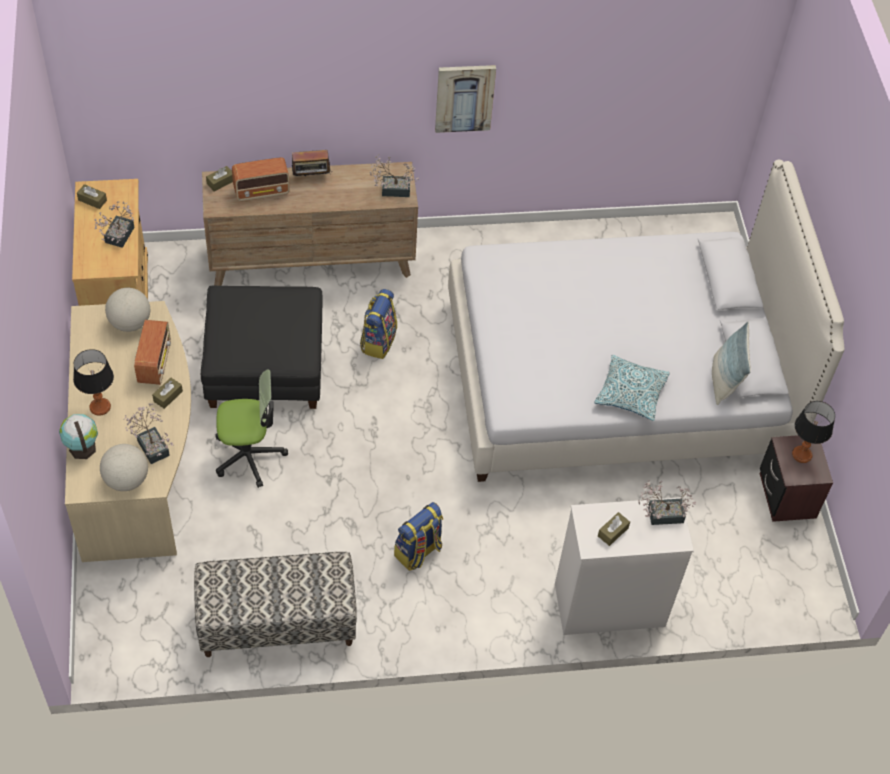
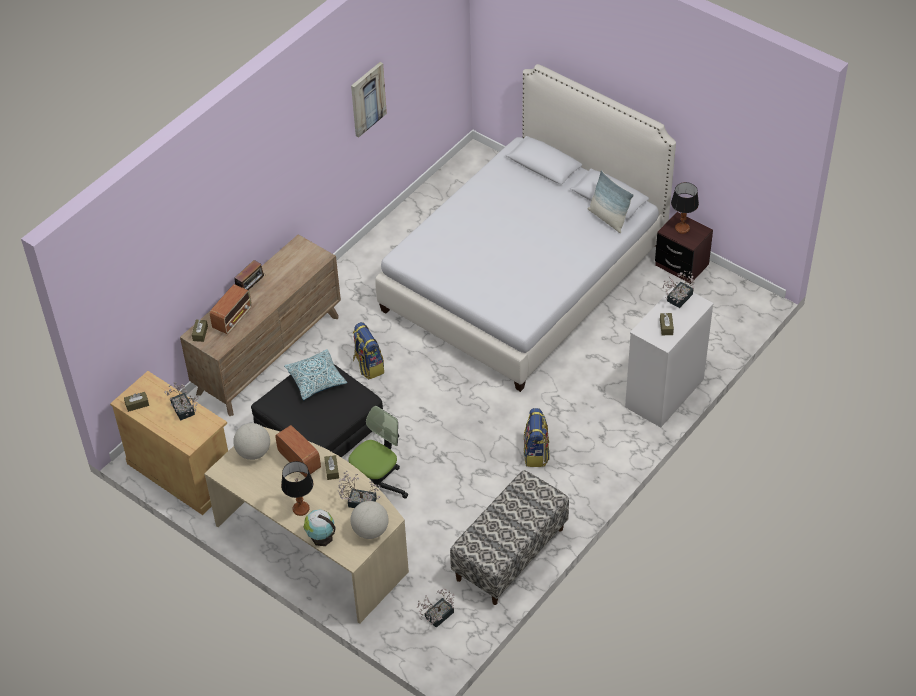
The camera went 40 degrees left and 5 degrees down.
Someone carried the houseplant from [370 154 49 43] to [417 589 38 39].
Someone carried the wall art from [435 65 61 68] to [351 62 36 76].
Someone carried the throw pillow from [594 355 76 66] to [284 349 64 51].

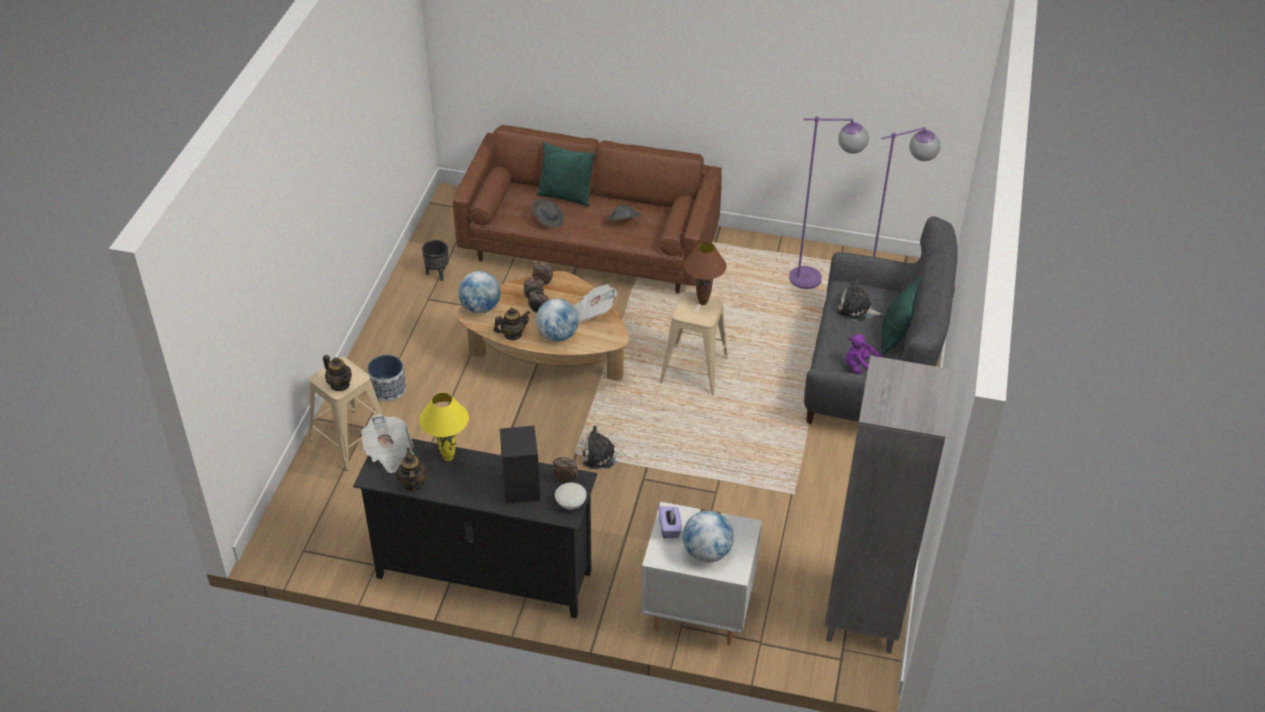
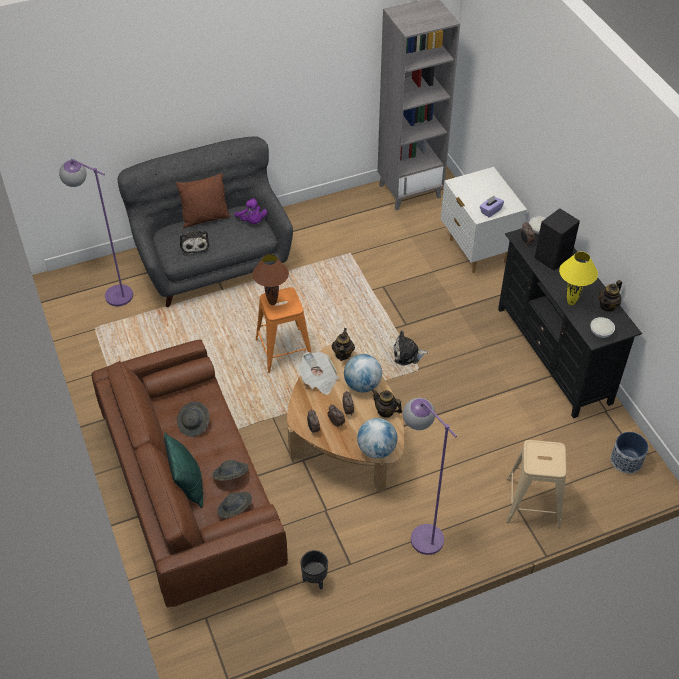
The camera went 125 degrees left and 5 degrees up.
Someone carried the pot for tea from [323 355 29 36] to [332 328 23 33].
Someone swapped the daily paper at [361 414 54 59] for the bowl/whitish at [590 317 25 21].
Someone carried the flower pot from [367 355 39 46] to [611 432 38 42].
Someone rotated the cuddly toy at [583 425 44 44] by 120 degrees clockwise.
Someone repainted the stool seat/beige at [660 292 68 103], which became the stool seat/orange-coloured at [256 287 56 86].
Someone took away the globe at [682 511 52 51].
Someone carried the standard lamp/purple-coloured from [789 116 80 173] to [403 398 54 157].
Someone repainted the throw pillow/green-coloured at [881 276 40 79], which became the throw pillow/brownish at [176 173 55 55].
Someone put down the clothing hat/grey at [217 492 35 26].

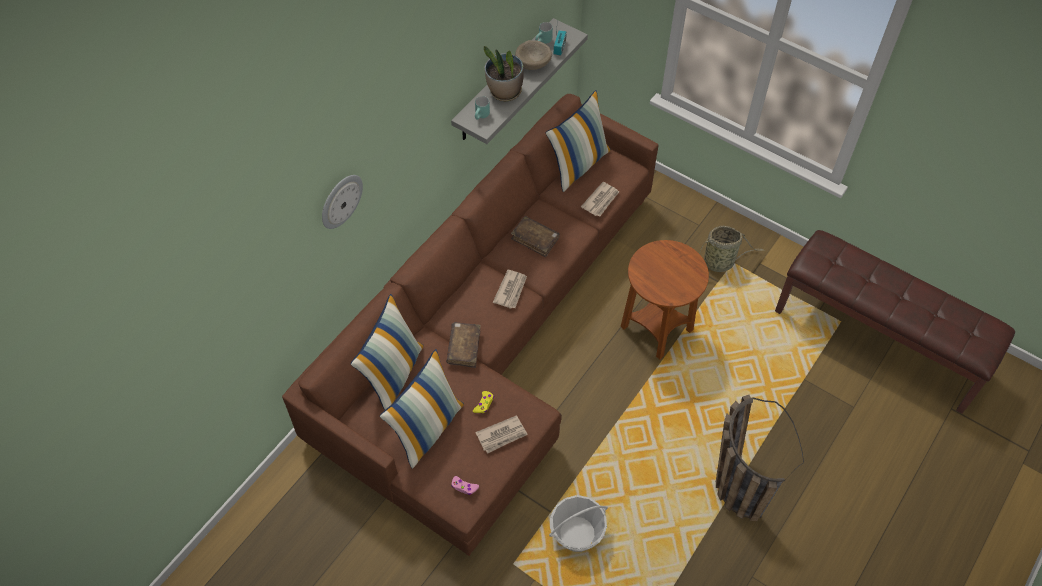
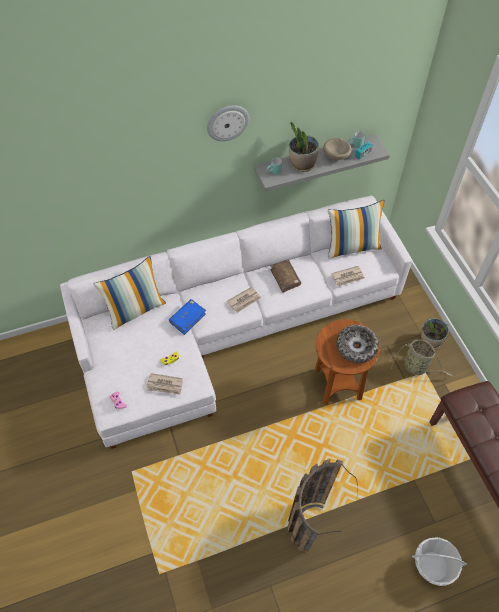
The camera went 35 degrees right and 0 degrees up.
Someone repainted the settee/brownish at [282 94 377 462], which became the settee/whitish at [60 196 352 253].
Someone carried the clock on the wall from [322 175 41 54] to [207 105 42 36].
Someone took away the throw pillow at [380 349 84 120].
Someone repainted the book/brownish at [446 322 35 46], which became the book/blue-coloured at [169 299 37 36].
Someone carried the household basket from [549 495 59 57] to [412 537 55 49].
Someone put down the bowl at [336 325 43 38].
Someone put down the houseplant at [421 318 28 31].

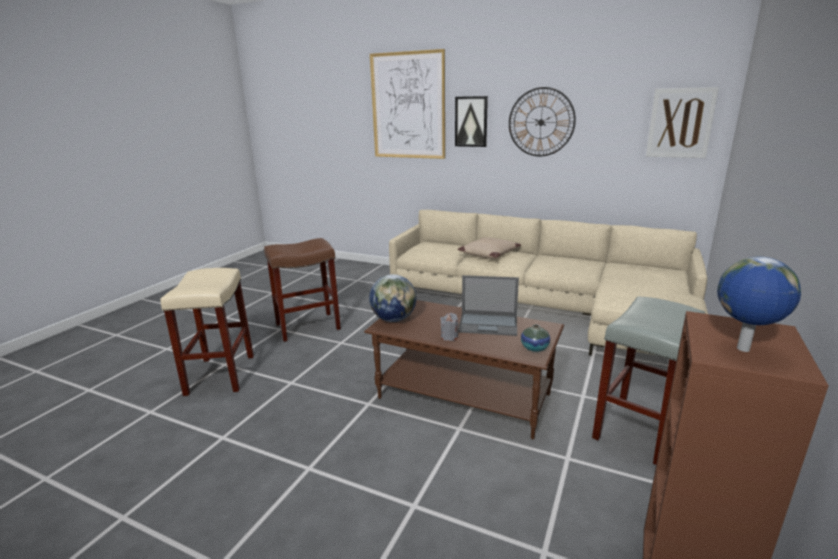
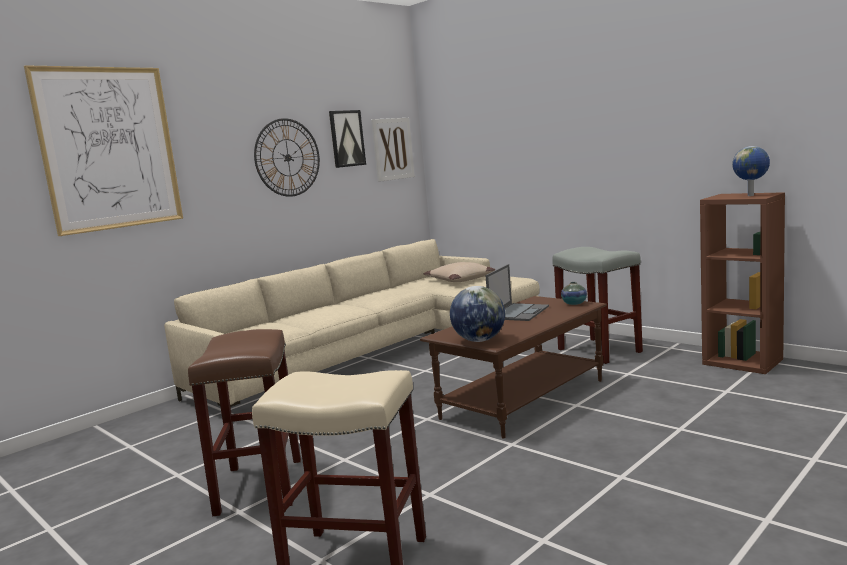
The camera went 70 degrees left and 10 degrees down.
Someone took away the wax light/grey at [440 313 18 28].
Someone carried the wall art from [455 96 33 51] to [329 110 37 58].
Someone carried the throw pillow/beige from [458 238 63 21] to [424 262 71 20].

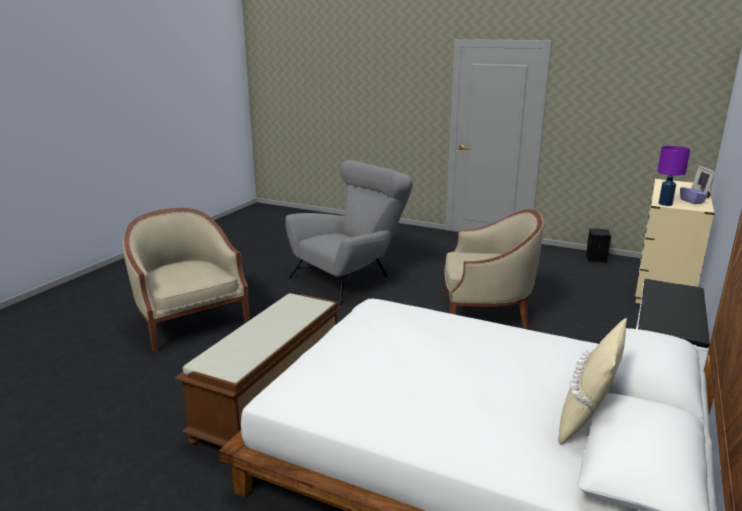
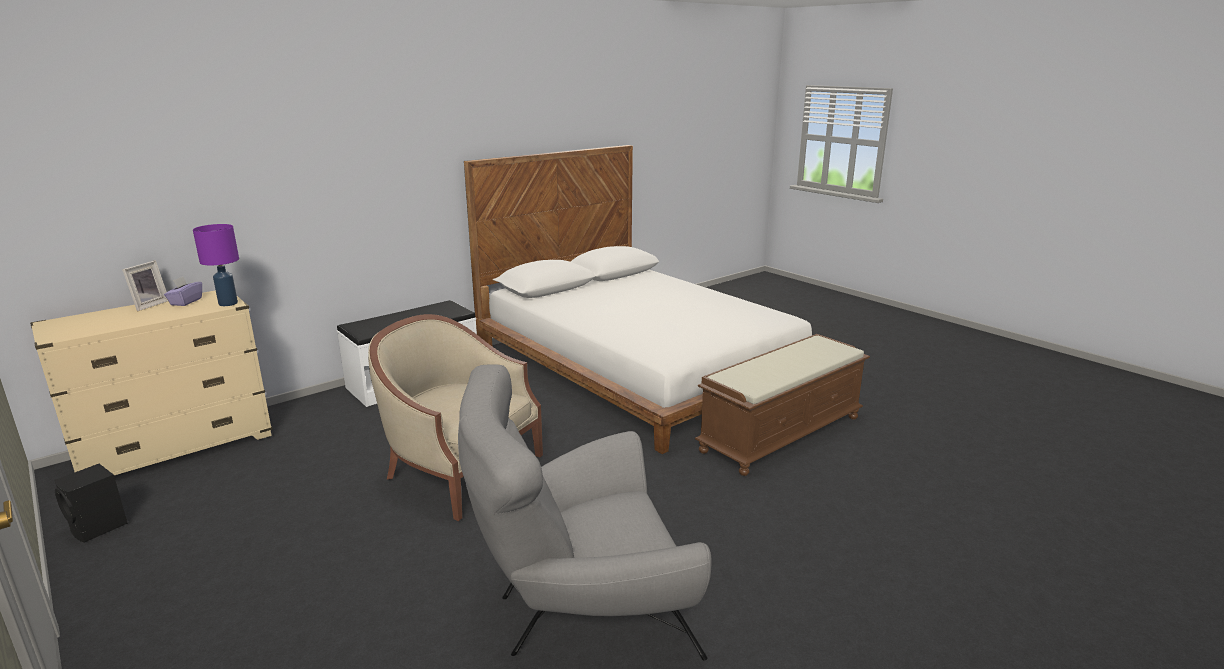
The camera went 155 degrees left and 0 degrees up.
Someone took away the armchair/beige at [123 208 127 145].
Someone took away the throw pillow/beige at [558 318 69 127].

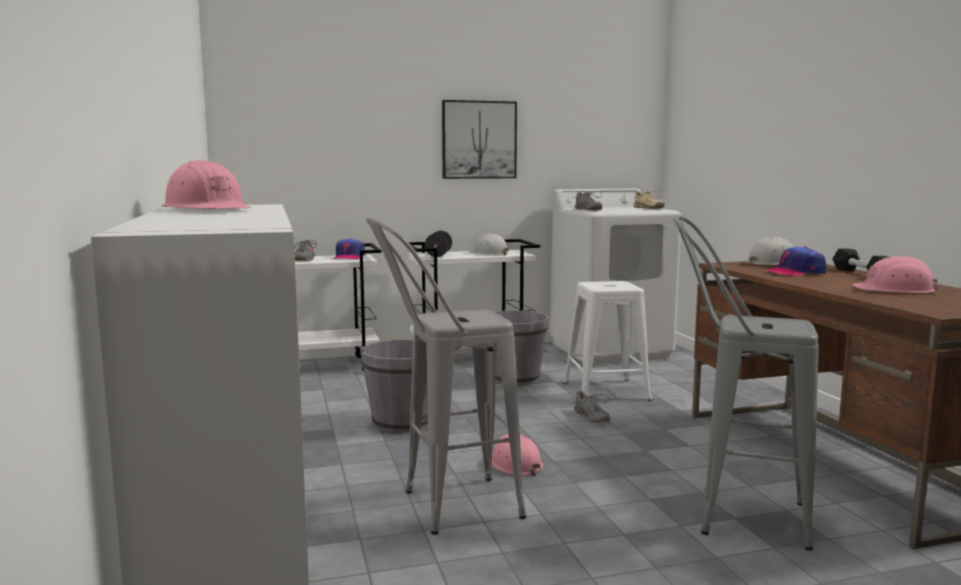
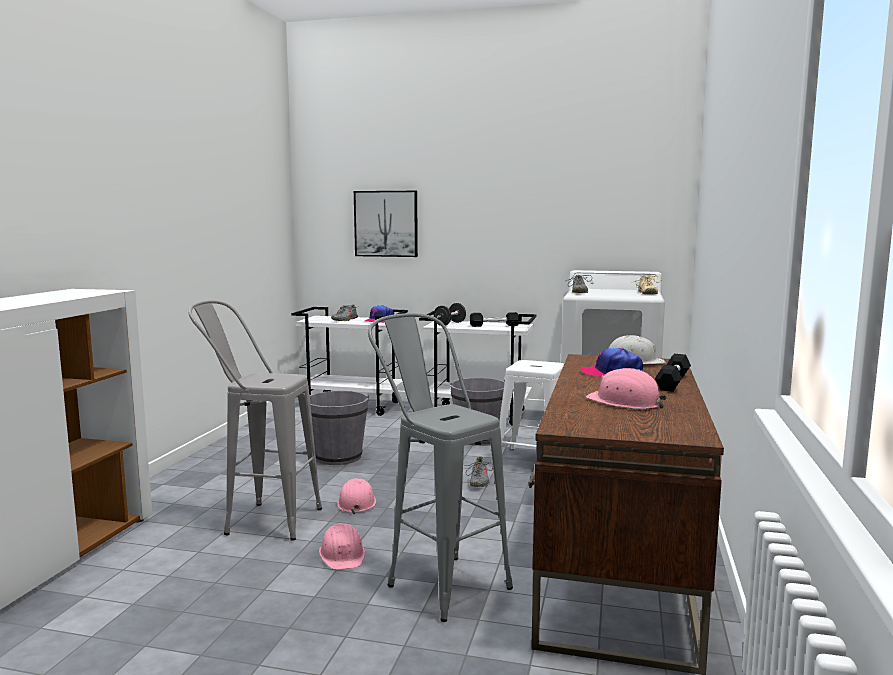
The camera went 30 degrees right and 0 degrees up.
Someone carried the work helmet/pink from [162 160 89 49] to [319 523 46 47].
Someone carried the wall art from [442 100 75 79] to [354 191 64 66].
Someone swapped the work helmet/whitish at [468 233 41 22] for the free weight/black-coloured at [470 312 50 15].

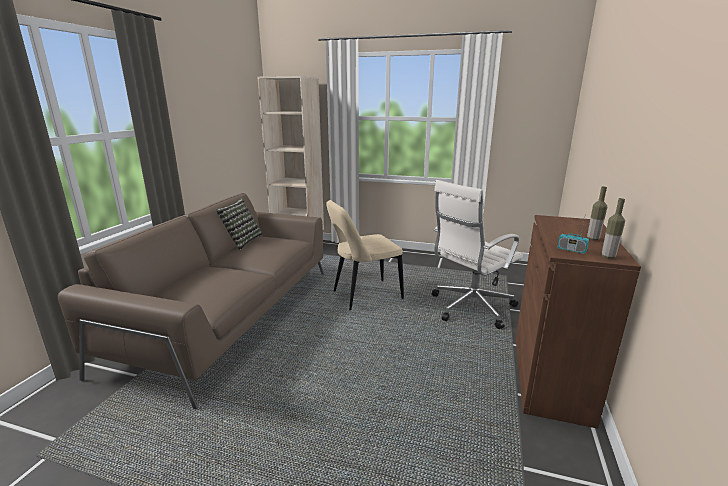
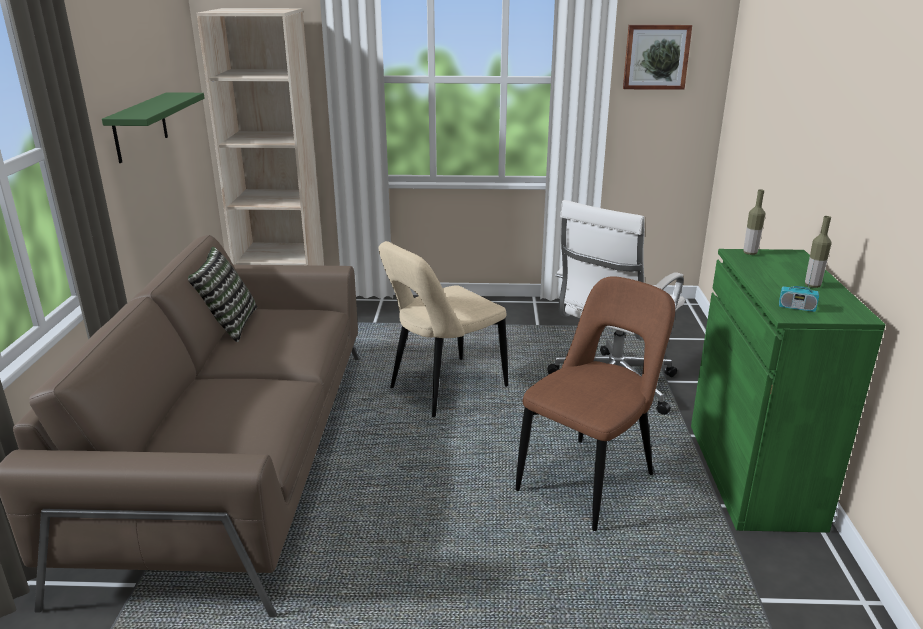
The camera went 15 degrees left and 5 degrees up.
Someone repainted the storage cabinet/brownish at [516 215 125 214], which became the storage cabinet/green-coloured at [691 249 195 284].
Someone carried the bottle from [602 198 23 61] to [743 189 22 66].
Someone put up the bracket shelf/green-coloured at [102 92 102 71].
Someone put down the chair/brownish at [515 276 160 255].
Someone put up the wall art at [623 25 69 65].

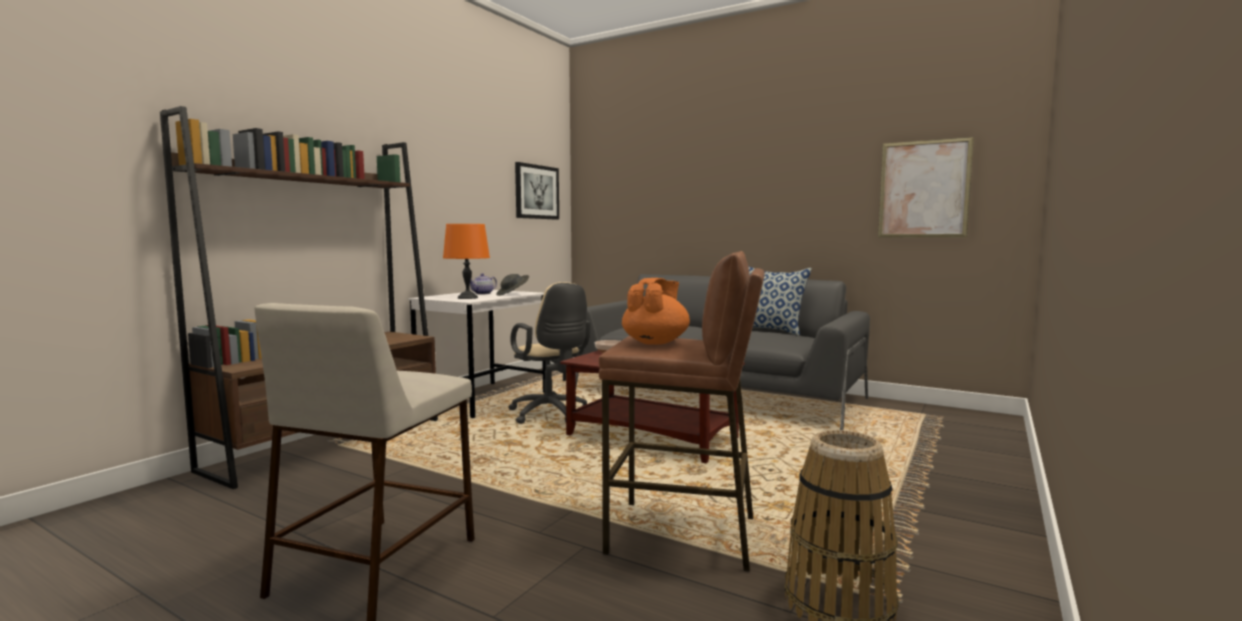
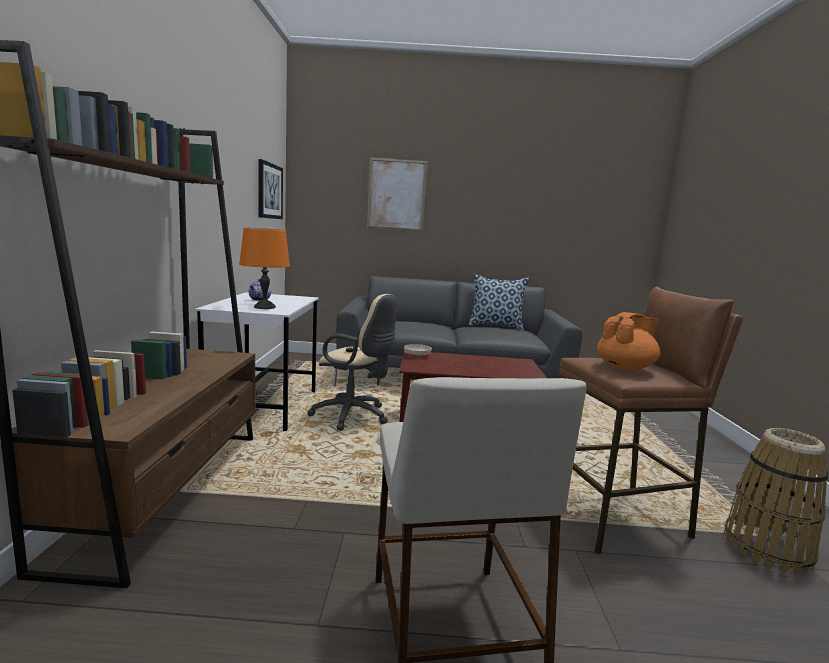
The camera went 30 degrees left and 5 degrees up.
Someone took away the clothing hat/grey at [496 274 33 22].
Someone rotated the pot for tea/orange-coloured at [622 278 68 67] by 60 degrees clockwise.
Someone carried the wall art from [878 137 96 101] to [367 157 61 75].

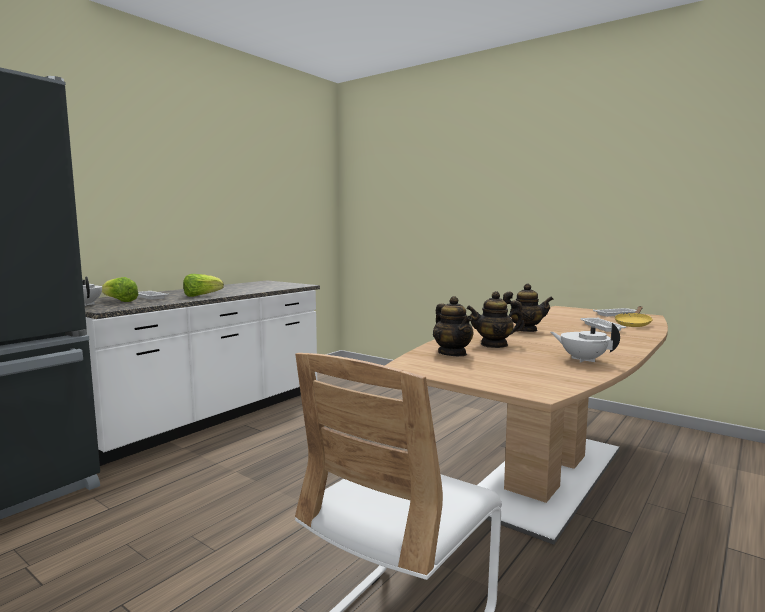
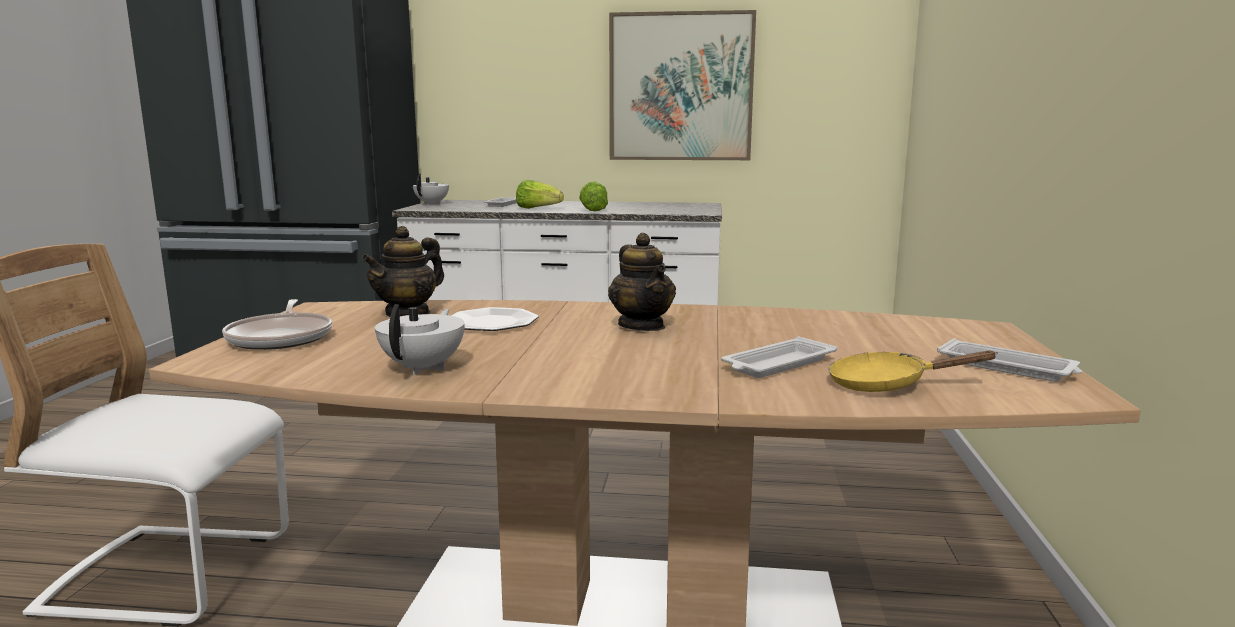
The camera went 60 degrees right and 5 degrees up.
Someone carried the lettuce head from [102 277 37 25] to [579 182 29 29].
Someone swapped the pot for tea at [466 291 59 57] for the plate at [451 307 88 24].
Someone put down the frying pan at [222 299 110 51].
Someone put up the wall art at [609 10 147 150].

